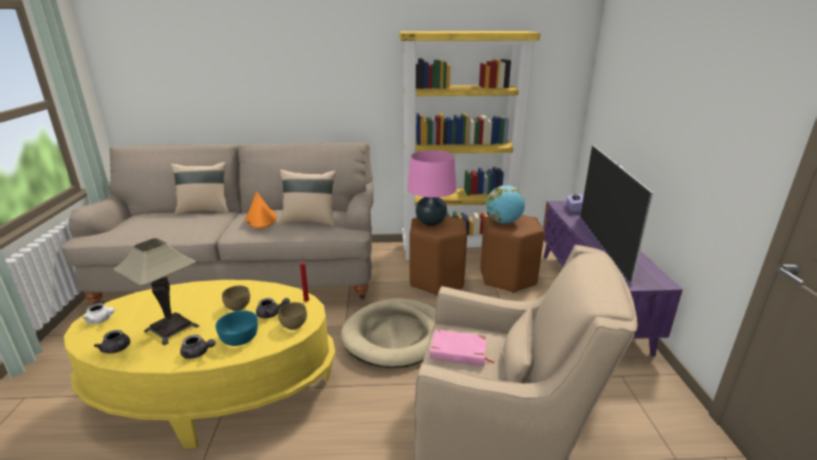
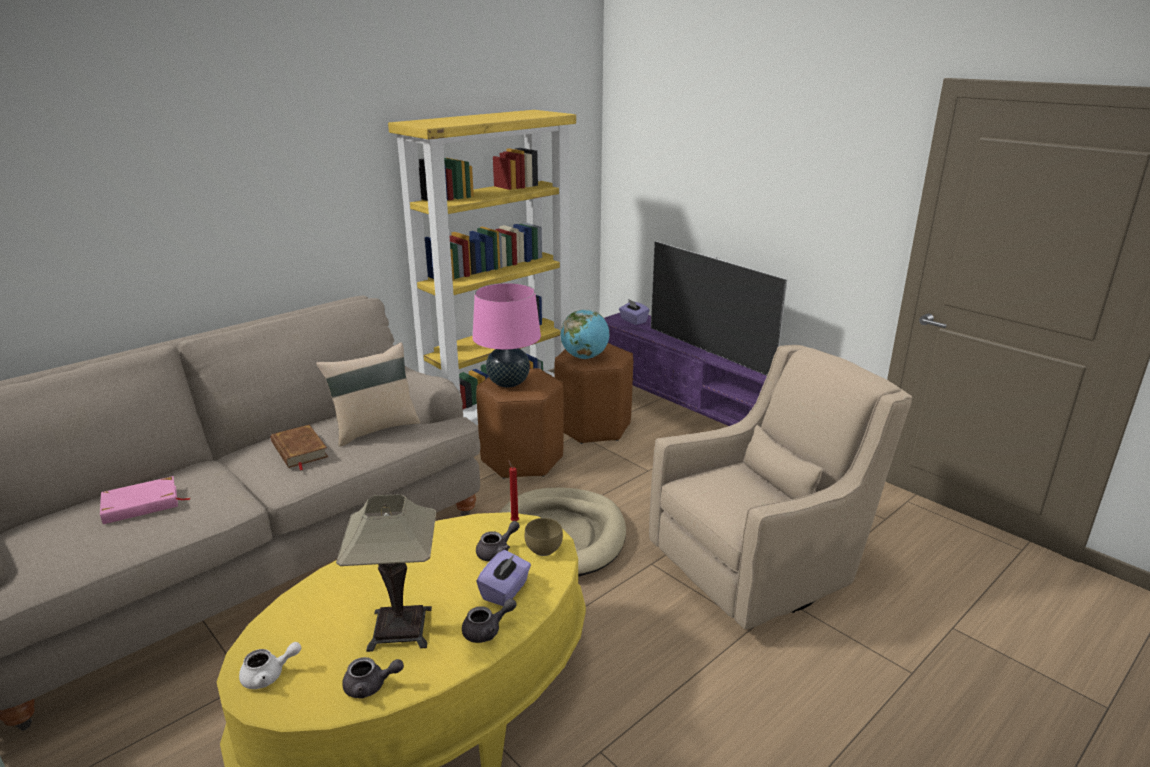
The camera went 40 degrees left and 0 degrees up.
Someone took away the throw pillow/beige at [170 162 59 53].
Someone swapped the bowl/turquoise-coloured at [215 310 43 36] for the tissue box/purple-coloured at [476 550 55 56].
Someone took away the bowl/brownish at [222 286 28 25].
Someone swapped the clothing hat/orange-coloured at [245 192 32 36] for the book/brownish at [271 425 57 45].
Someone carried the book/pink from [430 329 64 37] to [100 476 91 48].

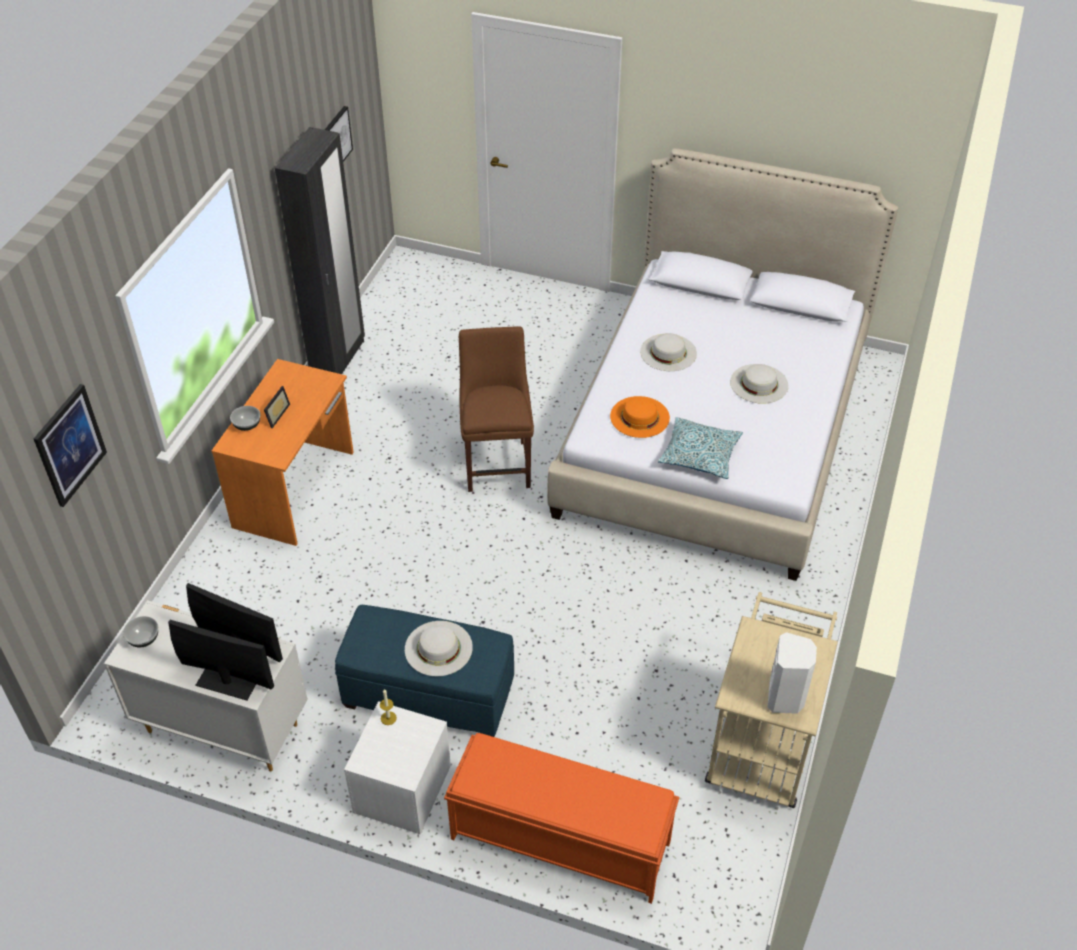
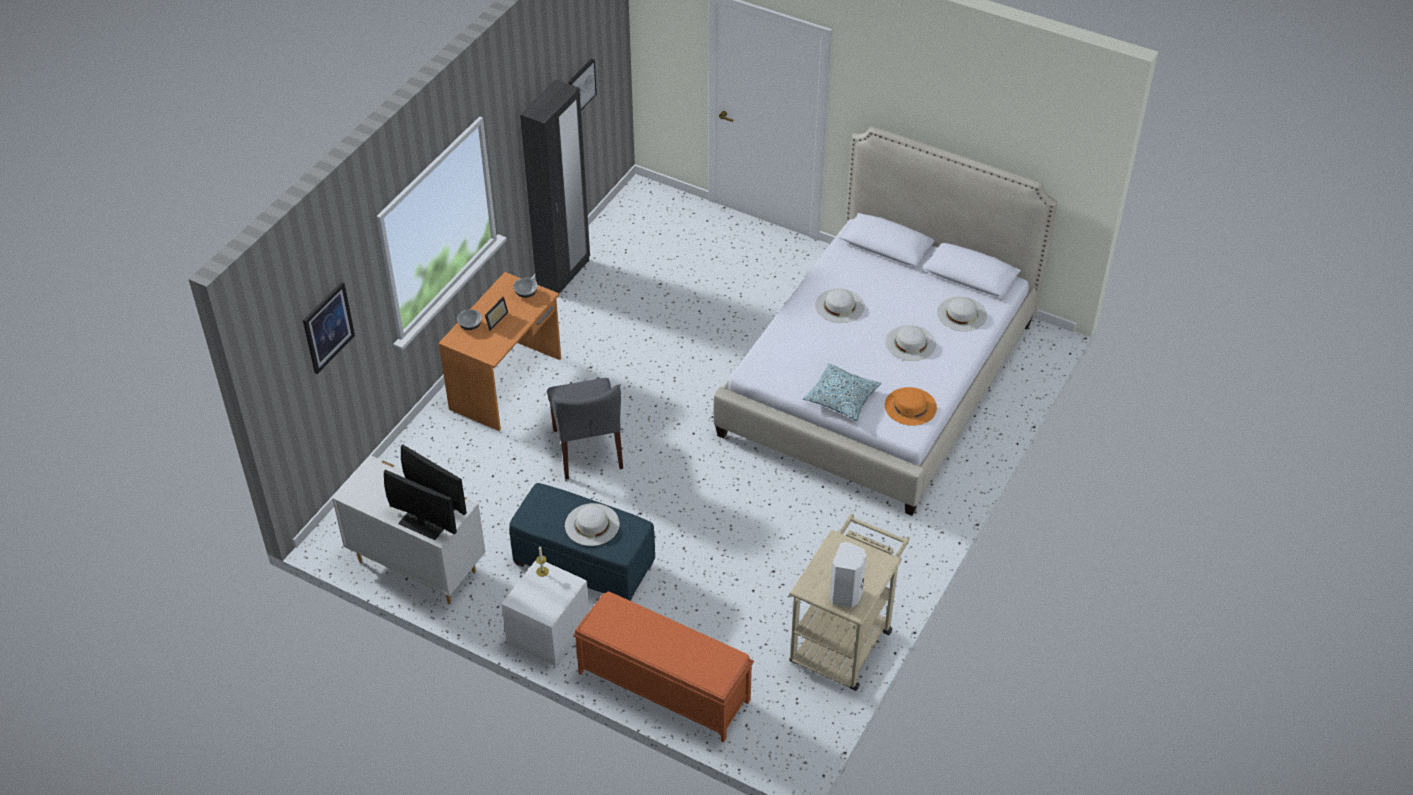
The camera went 10 degrees right and 0 degrees up.
Someone carried the bowl from [123 616 35 31] to [513 277 25 21].
Someone took away the chair/brownish at [459 326 75 166].
Someone carried the clothing hat/orange-coloured from [610 396 60 42] to [885 387 52 39].
Someone put down the chair/grey at [547 378 76 102].
Someone put down the clothing hat/whitish at [937 297 50 34].

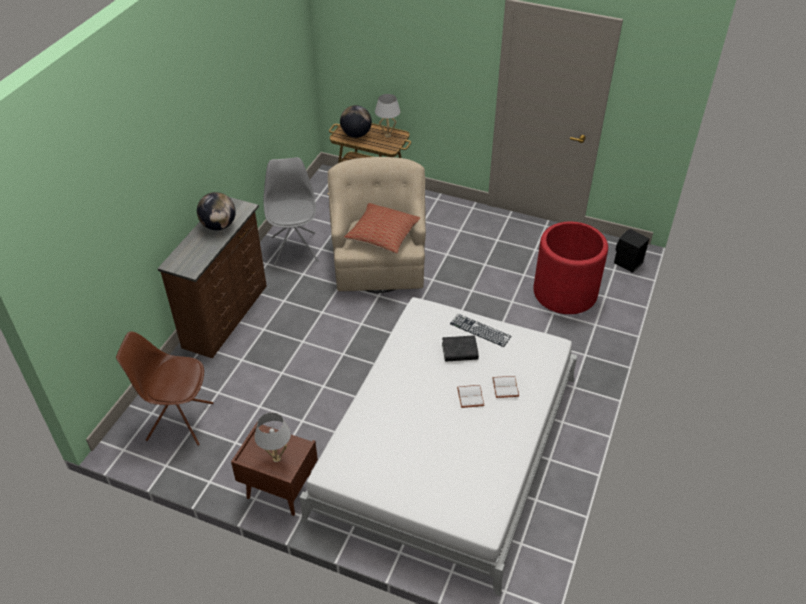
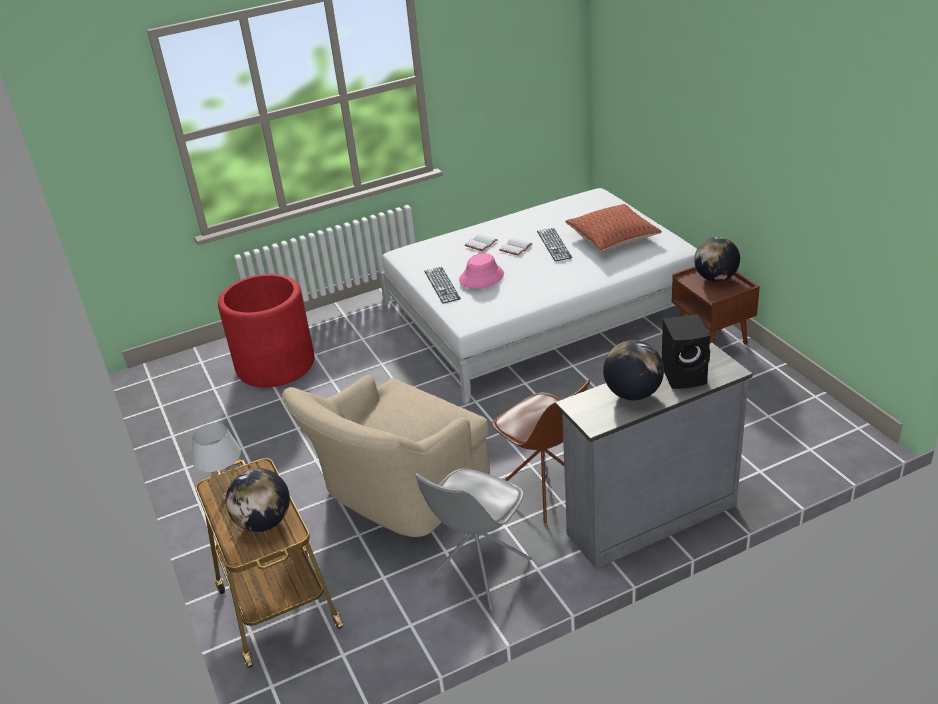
The camera went 135 degrees left and 10 degrees down.
Someone carried the chair/brownish from [116 331 97 115] to [492 380 98 143].
Someone repainted the drawer chest/brownish at [157 197 110 161], which became the drawer chest/grey at [555 343 198 226].
Someone swapped the table lamp/whitish at [254 413 37 49] for the globe at [694 237 46 45].
Someone carried the throw pillow from [344 203 76 51] to [565 204 97 47].
Someone swapped the book/black-coloured at [442 335 37 27] for the clothing hat/pink at [459 253 45 36].
Someone carried the audio speaker/black-coloured from [614 229 36 44] to [662 314 48 75].
Someone put down the computer keyboard at [537 228 35 33].

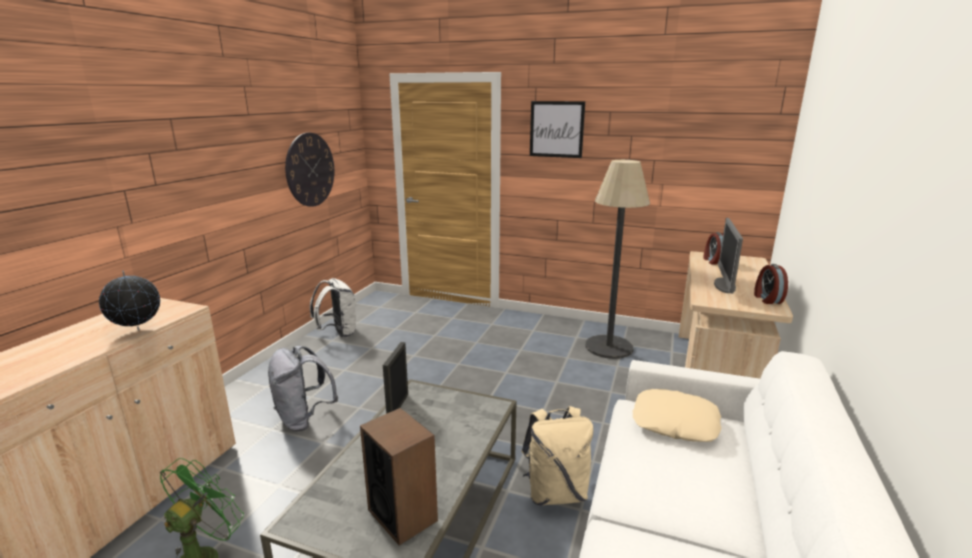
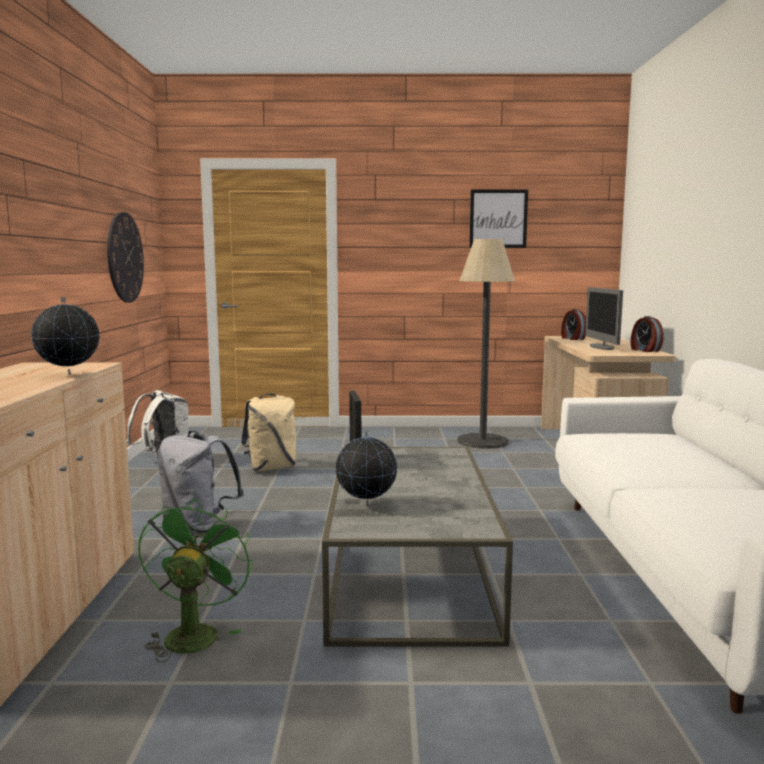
The camera went 20 degrees left and 10 degrees down.
Someone took away the audio speaker at [360 408 78 137].
Someone carried the rucksack/beige from [521 406 72 100] to [241 393 55 79].
Someone carried the wall art from [530 101 55 57] to [469 190 59 58].
Someone took away the throw pillow/beige at [633 389 88 53].
Someone put down the globe at [336 430 61 76].

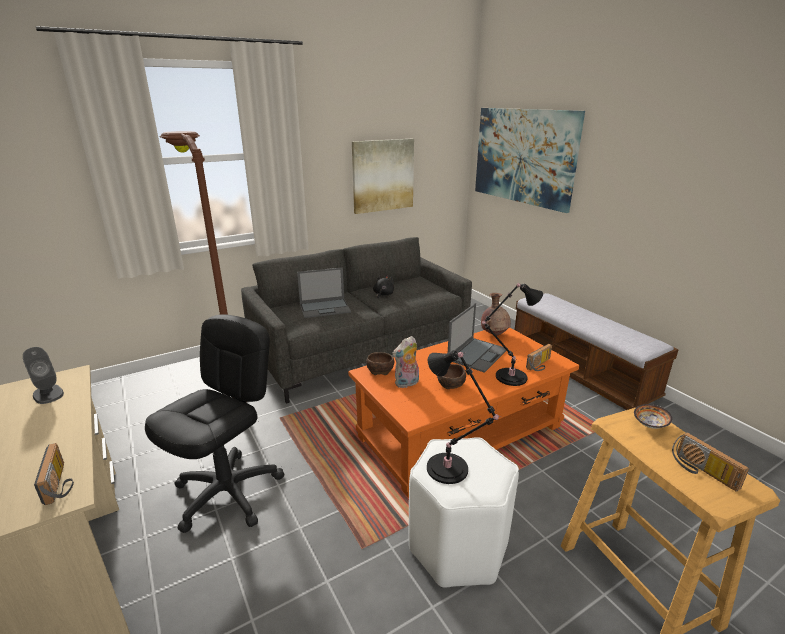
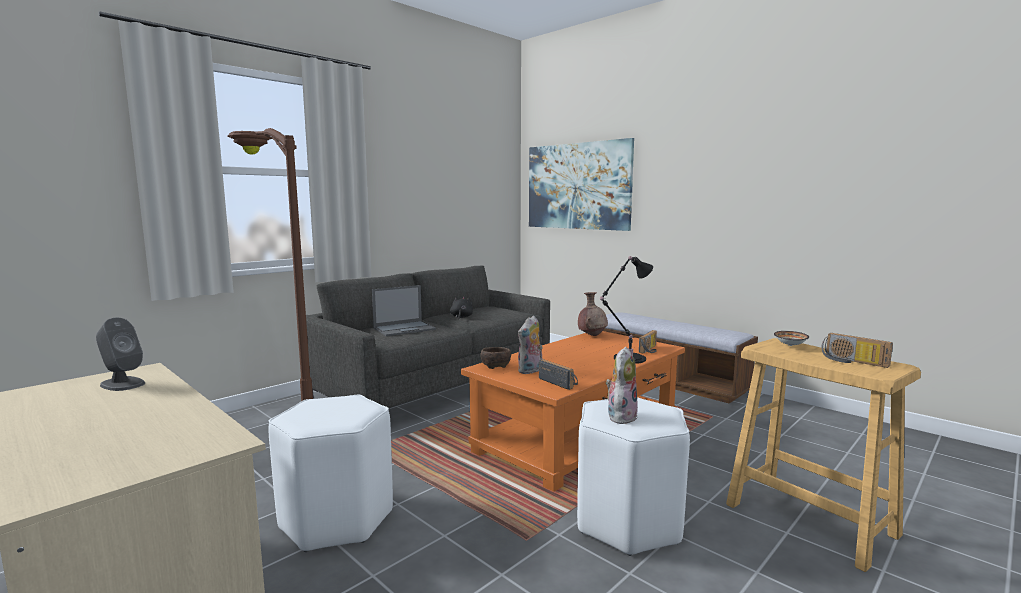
The camera went 15 degrees left and 15 degrees down.
Someone carried the radio set from [34 443 40 62] to [539 359 39 31].
Someone swapped the desk chair/black-coloured at [145 314 139 219] for the stool seat/whitish at [268 395 125 157].
Someone took away the wall art at [352 139 62 75].
Someone swapped the table lamp/black-coloured at [427 350 74 134] for the cuddly toy at [606 347 32 77].
Someone took away the bowl/brownish at [437 364 29 25].
Someone took away the portable computer at [448 303 60 70].

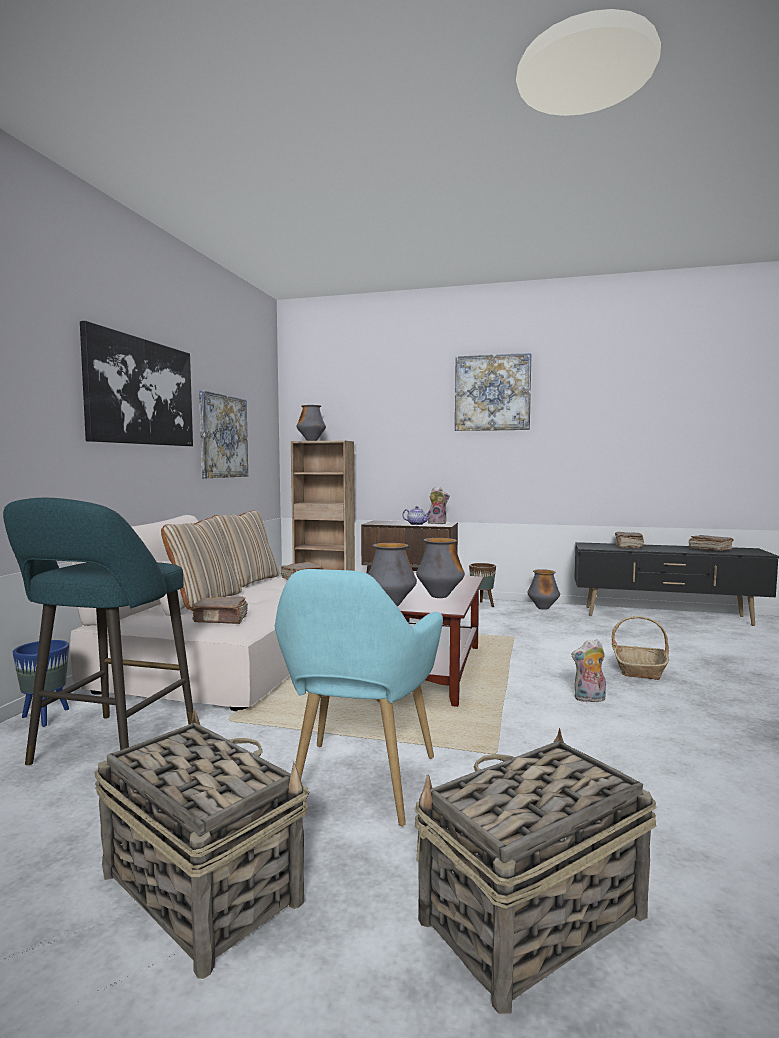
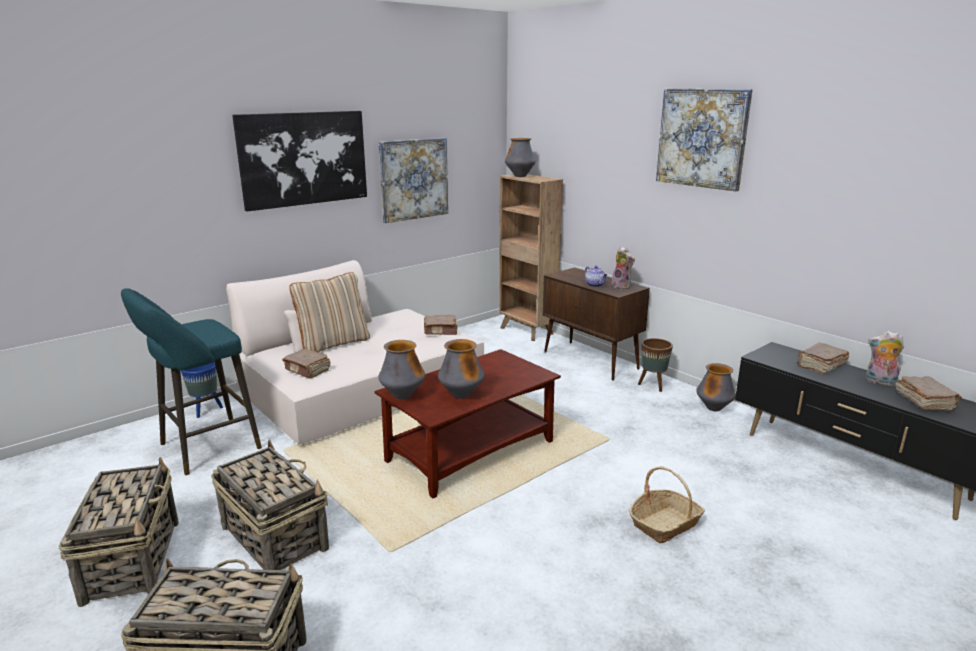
The camera went 35 degrees right and 15 degrees up.
Someone took away the throw pillow/beige at [212 510 67 78].
Someone swapped the armchair/turquoise-coloured at [275 569 168 257] for the household basket at [211 440 118 130].
Someone carried the cuddly toy from [571 639 35 63] to [866 331 38 55].

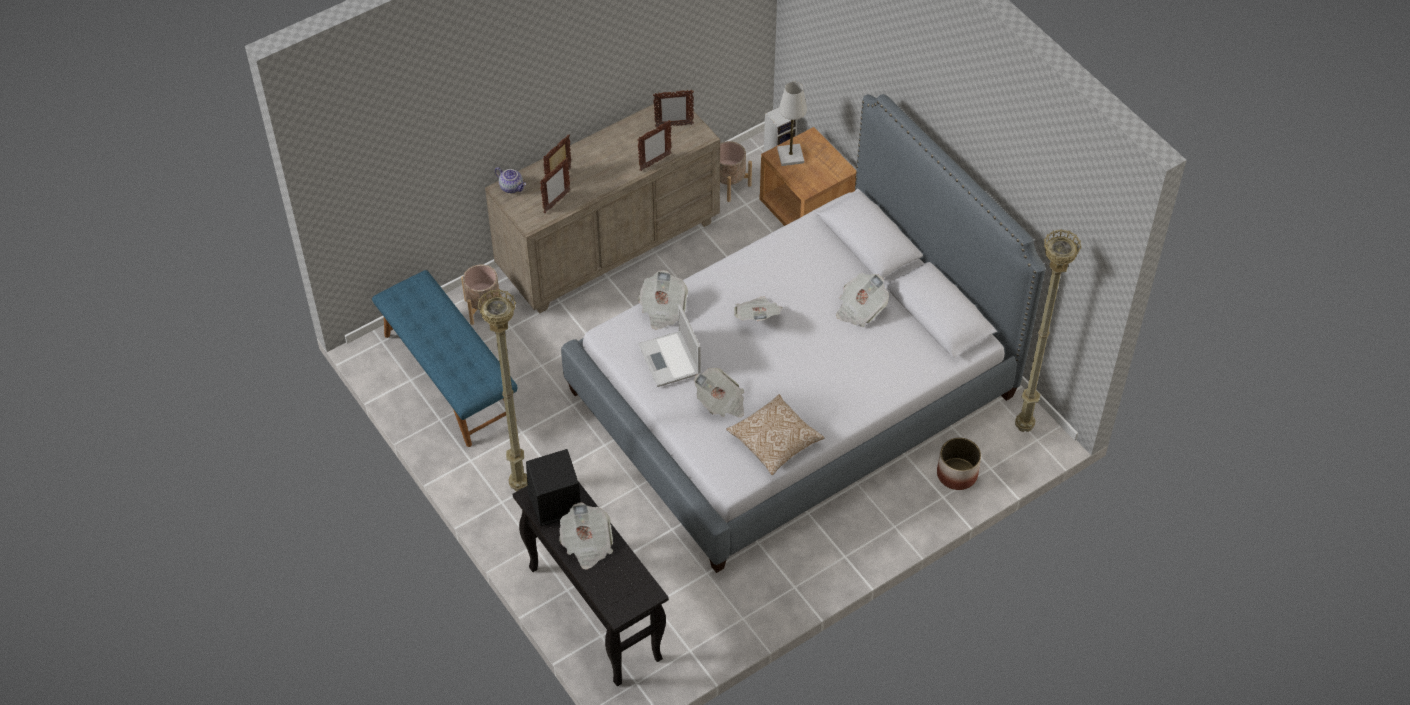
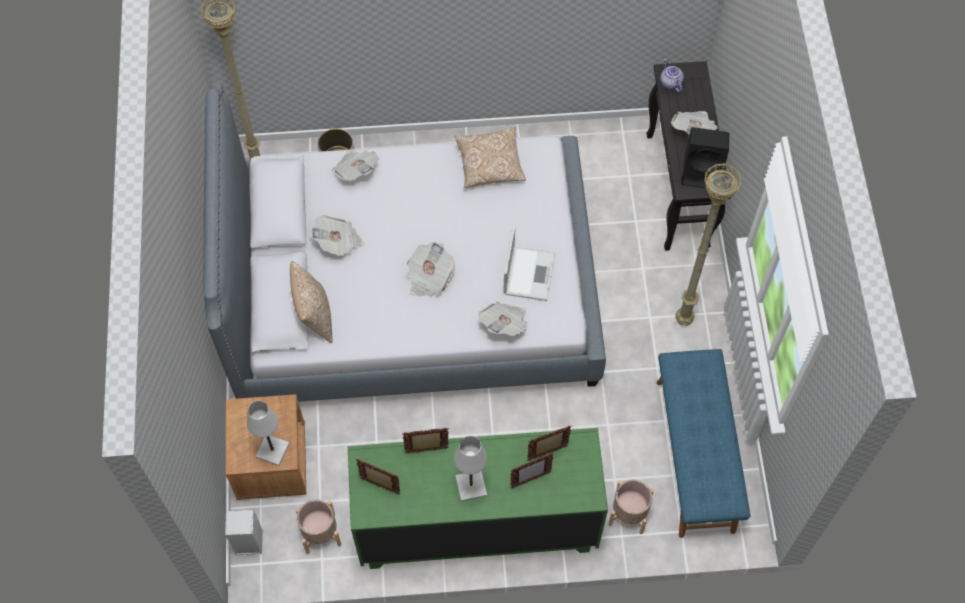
The camera went 150 degrees left and 10 degrees up.
Someone repainted the drawer chest/beige at [485 94 235 219], which became the drawer chest/green-coloured at [348 428 260 141].
Someone carried the pot for tea from [495 167 31 26] to [661 59 23 33].
Someone carried the daily paper from [694 368 50 49] to [333 150 46 31].
Someone put down the throw pillow at [290 261 43 82].
Someone put down the table lamp/whitish at [454 436 33 66].

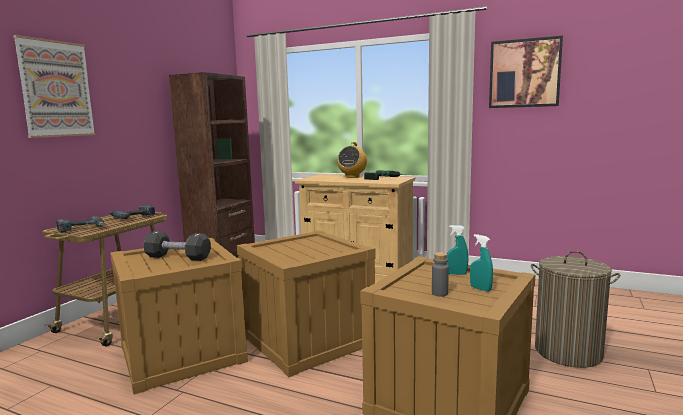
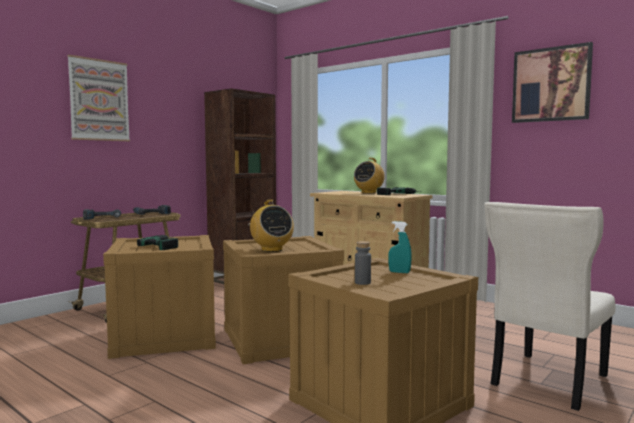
The camera went 15 degrees right and 5 degrees down.
Someone swapped the free weight/black-coloured at [143 231 68 30] for the power drill at [137 235 41 15].
Someone took away the hand sprayer/turquoise-coloured at [470 234 23 58].
Someone swapped the washing basket at [531 250 89 118] for the chair/beige at [484 202 132 209].
Someone put down the radio set at [250 200 44 52].

